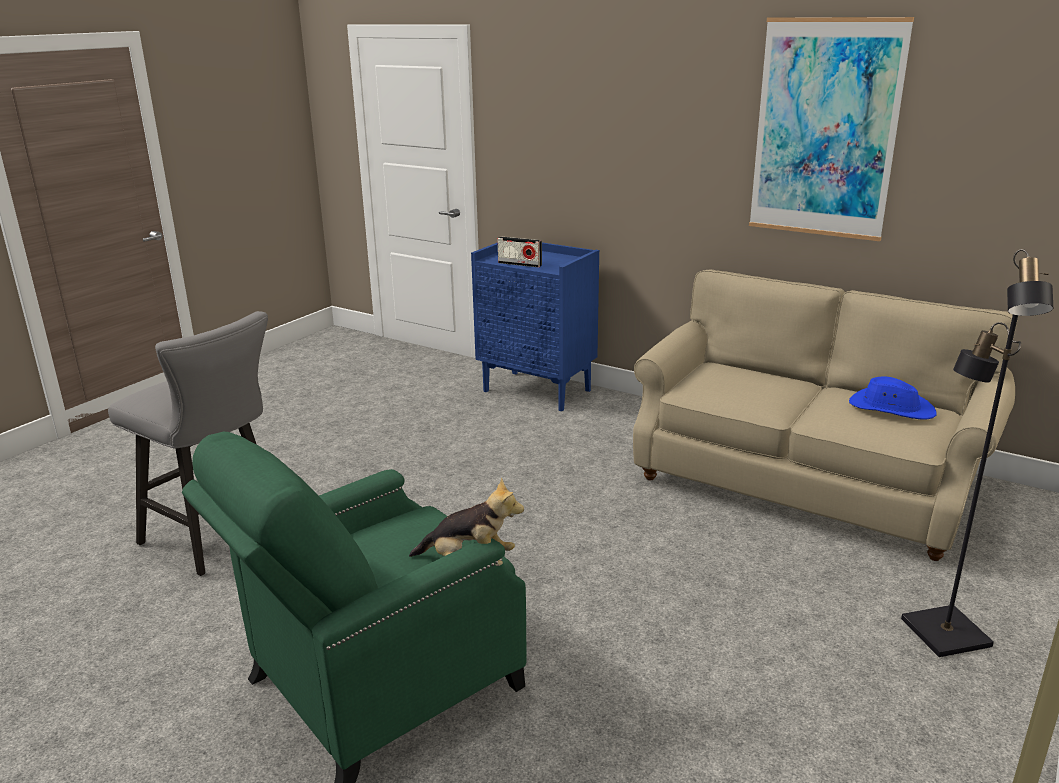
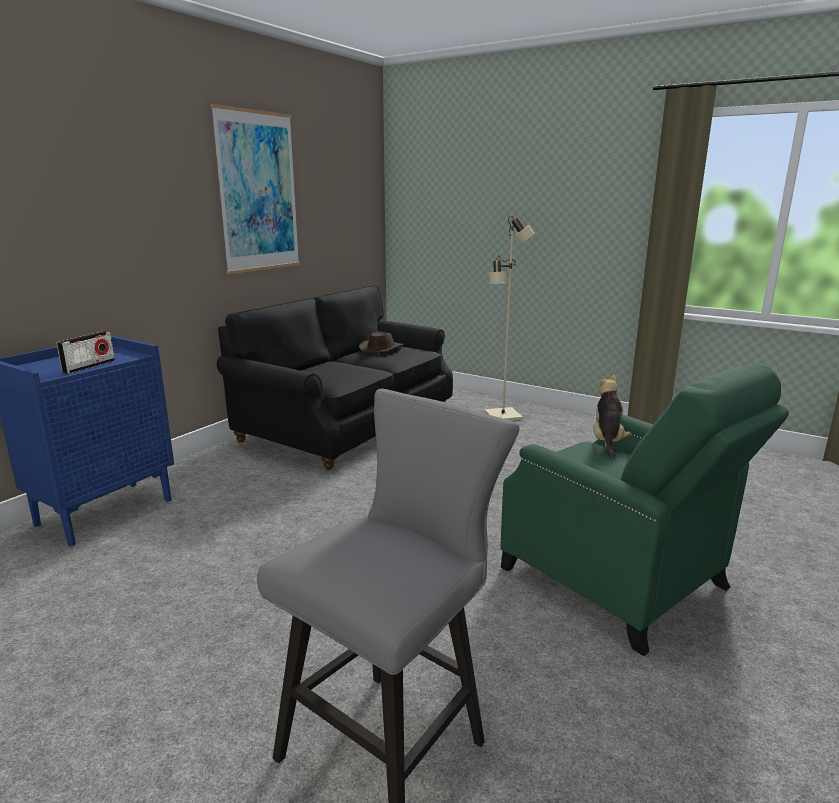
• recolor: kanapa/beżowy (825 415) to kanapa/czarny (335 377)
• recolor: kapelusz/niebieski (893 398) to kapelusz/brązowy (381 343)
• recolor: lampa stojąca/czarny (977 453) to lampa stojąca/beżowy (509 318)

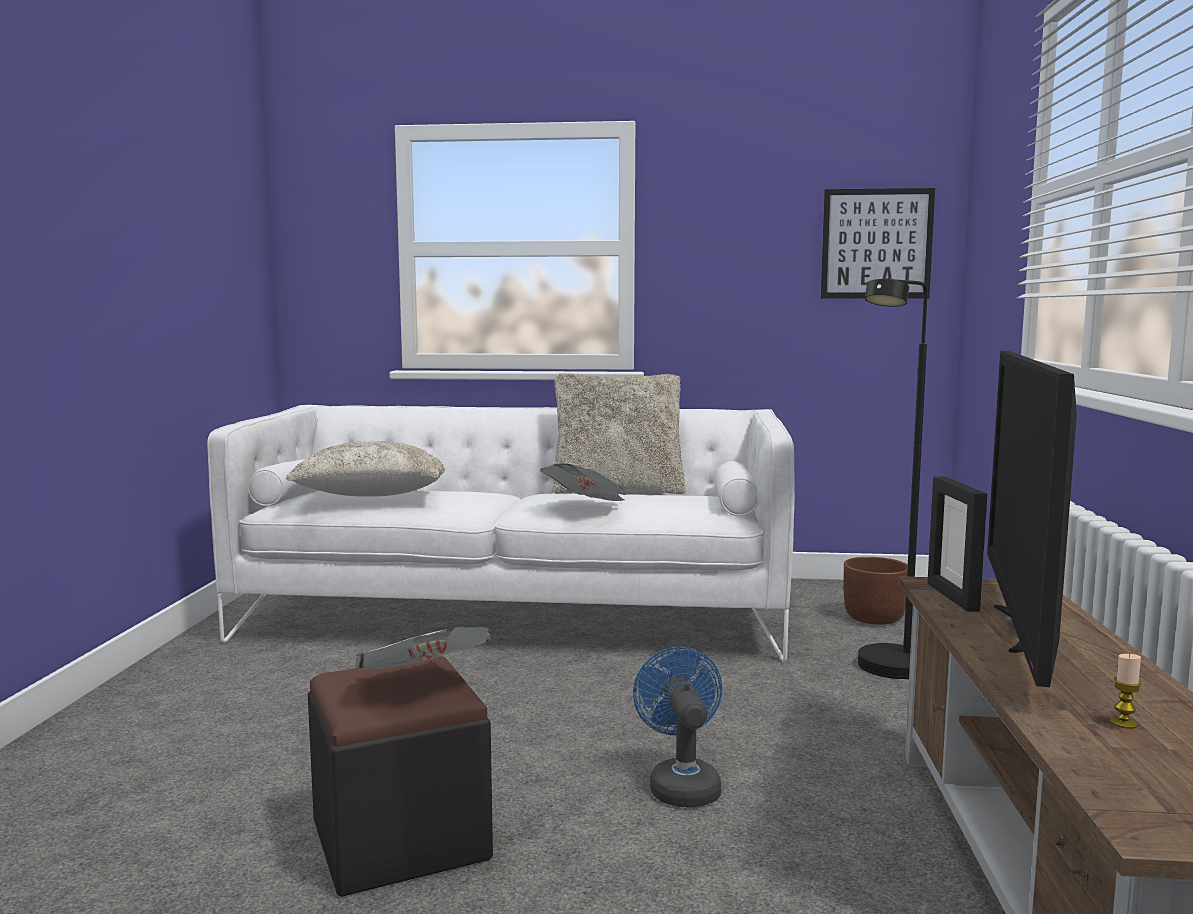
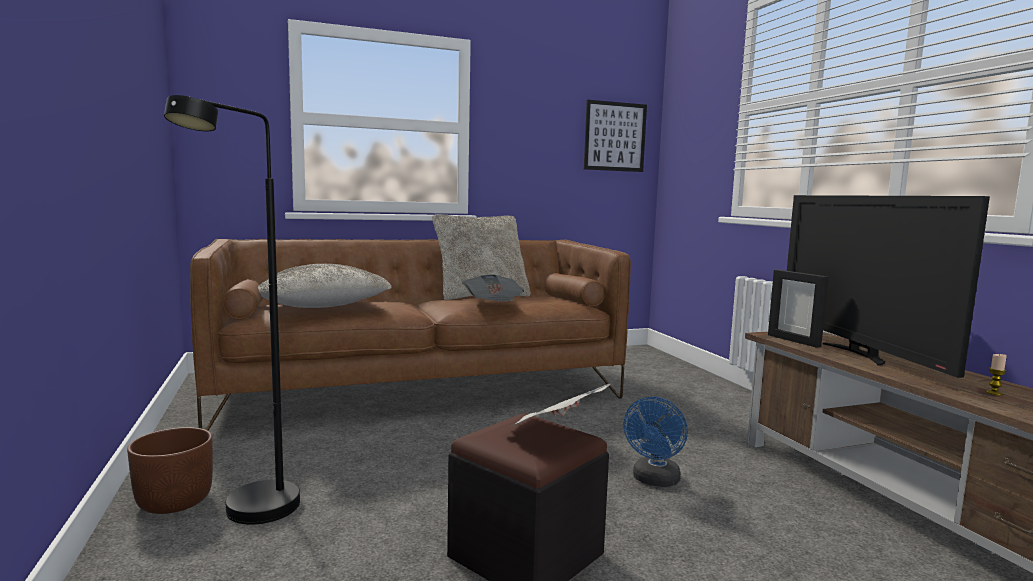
• move: donica/brązowy (876 591) to (170 470)
• move: lampa stojąca/czarny (892 479) to (232 310)
• recolor: kanapa/biały (501 533) to kanapa/brązowy (410 335)
• rotate: wentylator/niebieski (678 727) = (655 442) 120 degrees counterclockwise

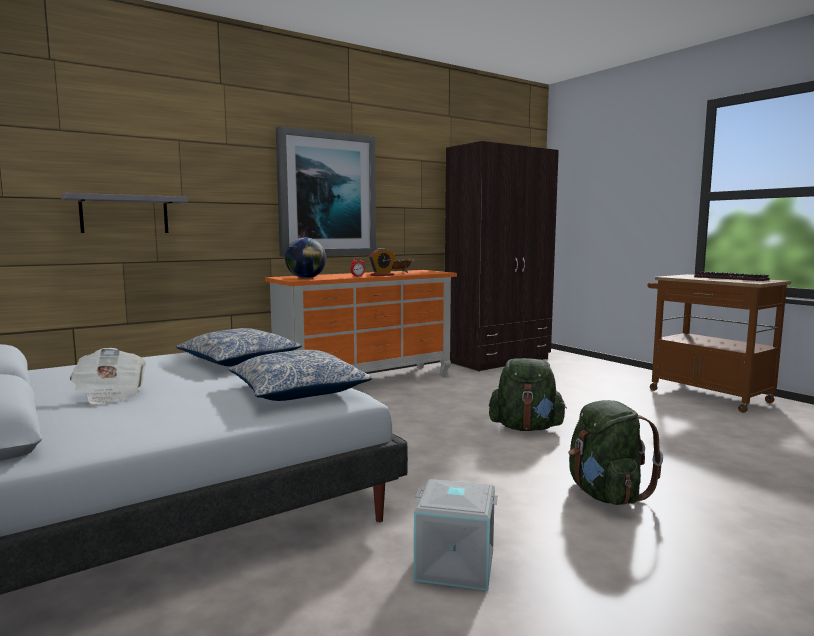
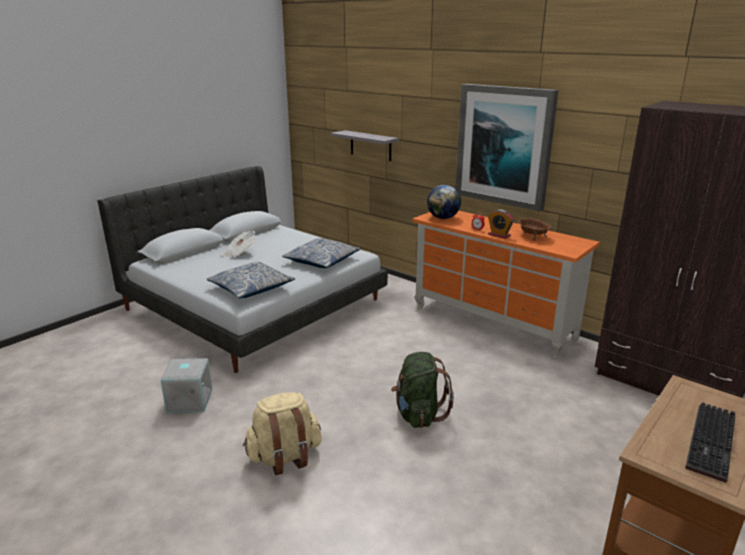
• recolor: plecak/zielony (615 452) to plecak/beżowy (282 433)

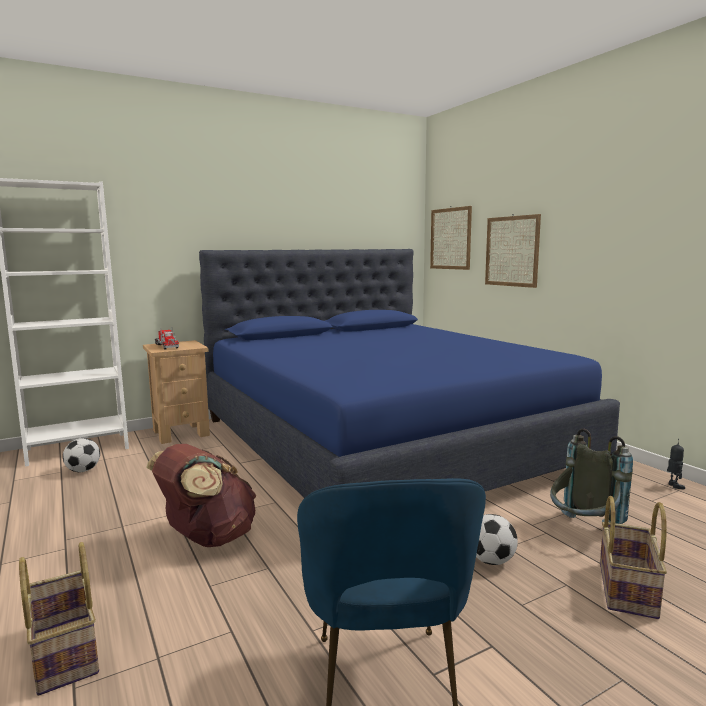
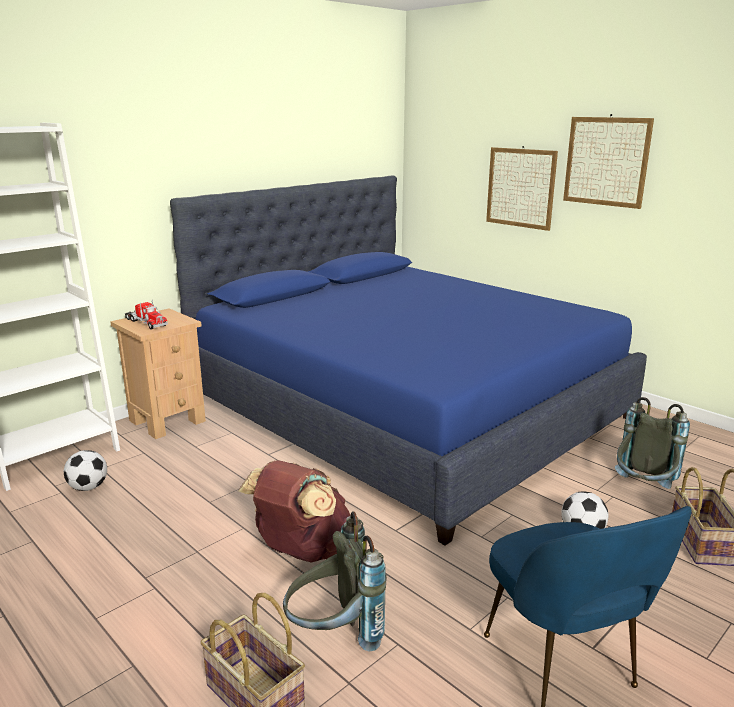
• insert: plecak/szary (335 581)
• move: obraz (451 238) to (608 161)
• delete: robot zabawkowy (676 464)

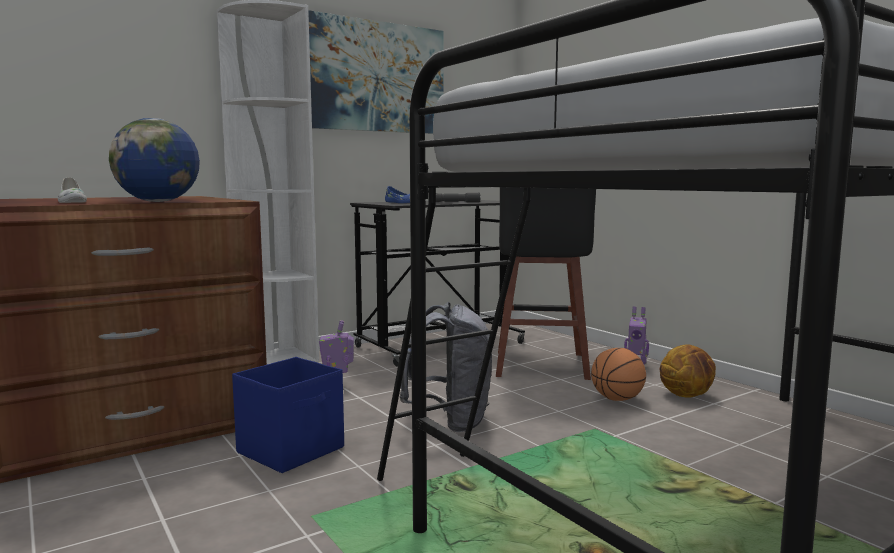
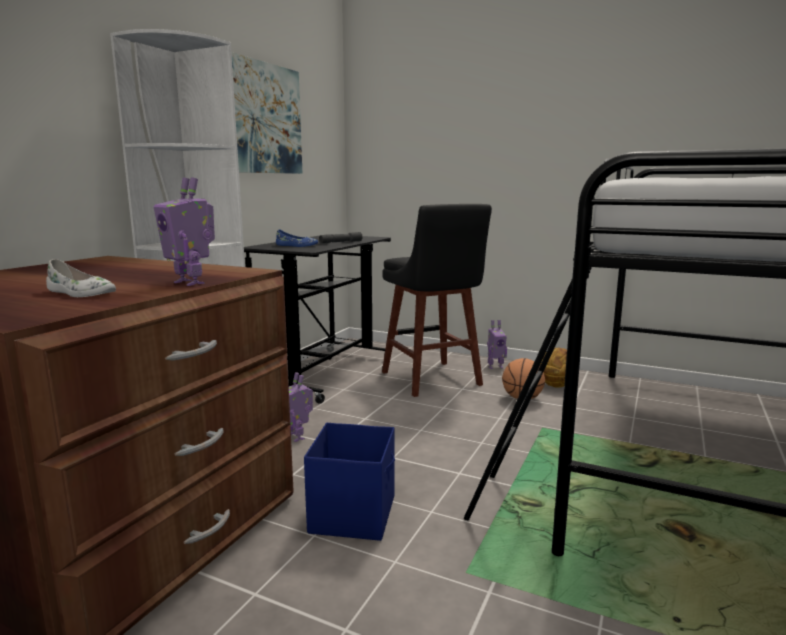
• replace: globus (154 160) to robot zabawkowy (184 231)
• delete: plecak/szary (445 367)

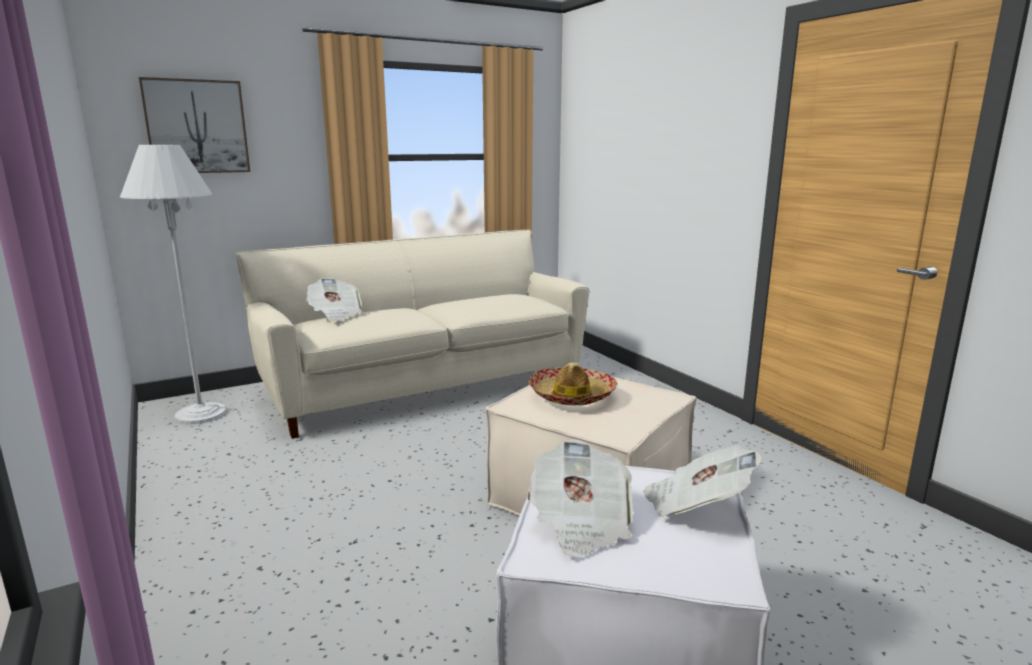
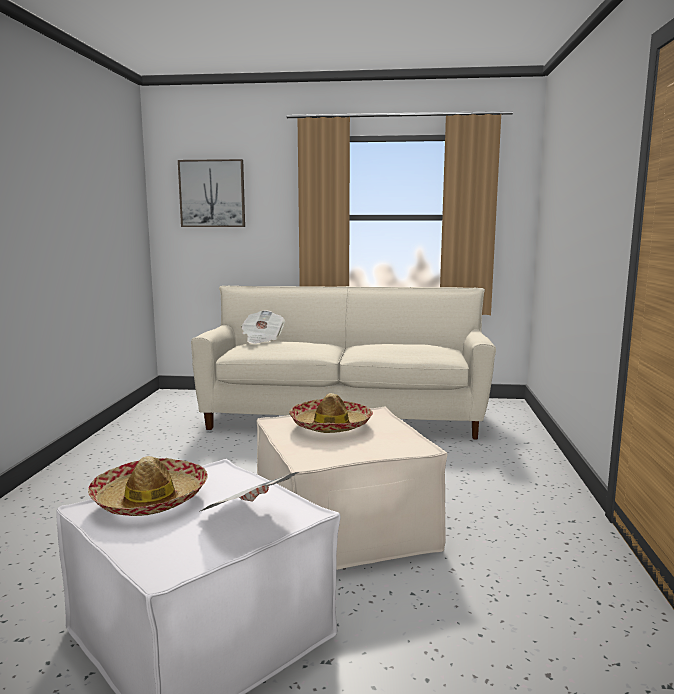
• replace: gazeta (580 498) to kapelusz (148 486)
• delete: lampa stojąca/biały (173 284)

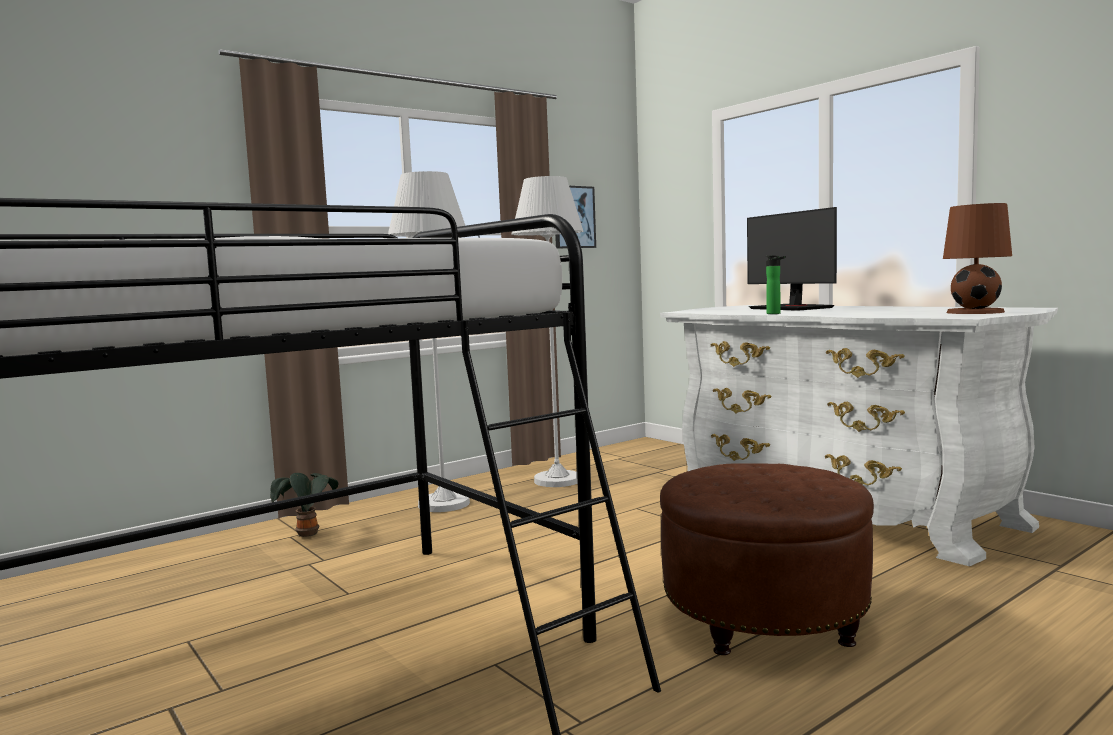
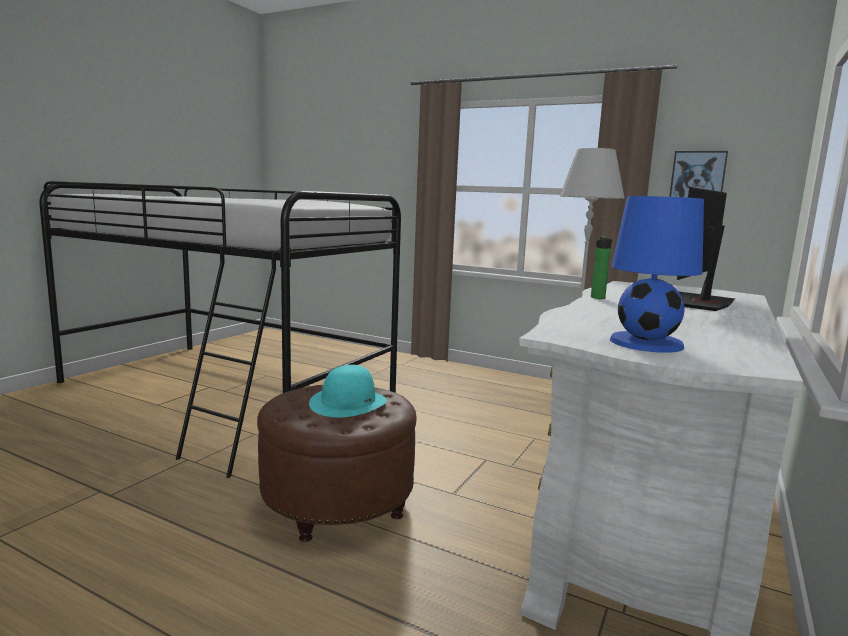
• insert: kapelusz/turkusowy (348 391)
• recolor: lampa stołowa/brązowy (977 258) to lampa stołowa/niebieski (657 274)
• delete: roślina doniczkowa (304 505)
• delete: lampa stojąca/biały (429 341)

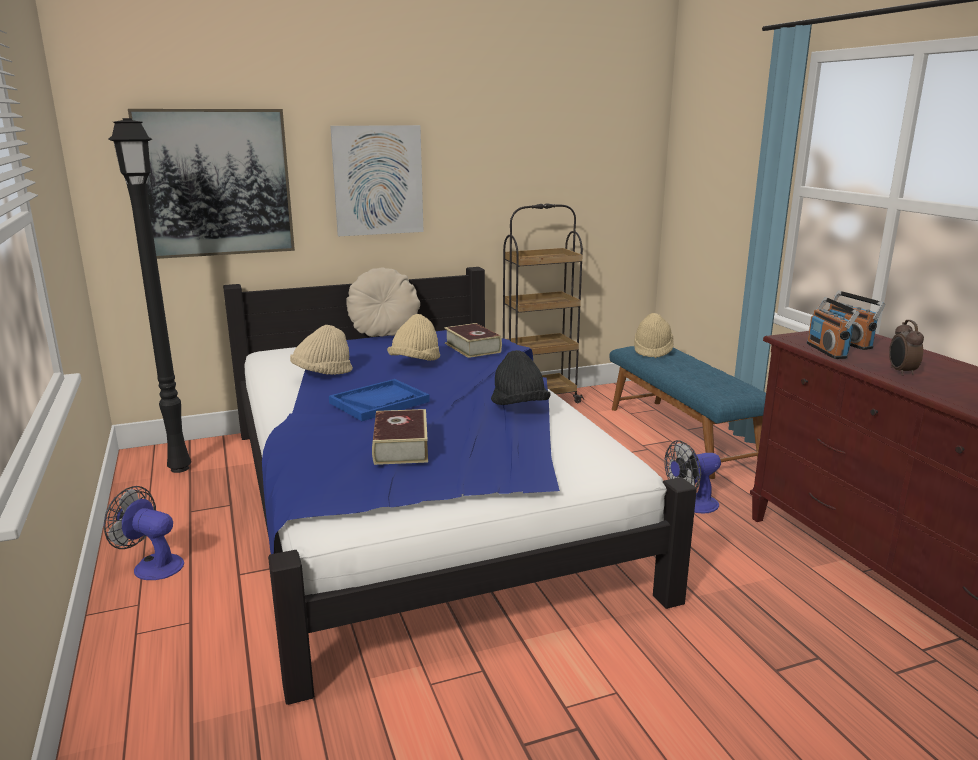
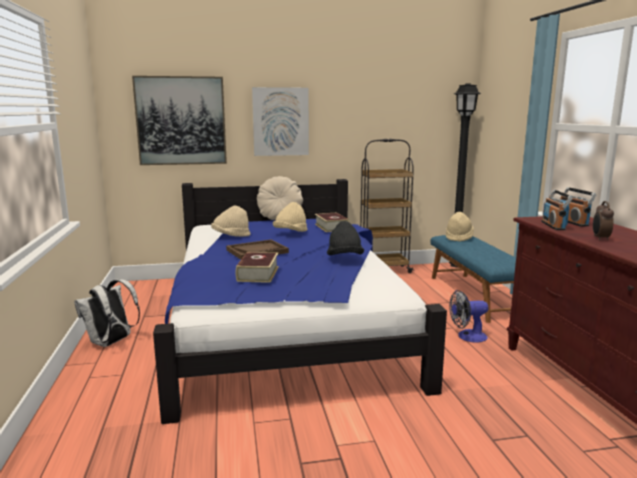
• replace: wentylator (144 533) to plecak/biały (107 313)
• recolor: taca/niebieski (379 400) to taca/brązowy (257 249)
• move: lampa stojąca/czarny (149 295) to (465 175)

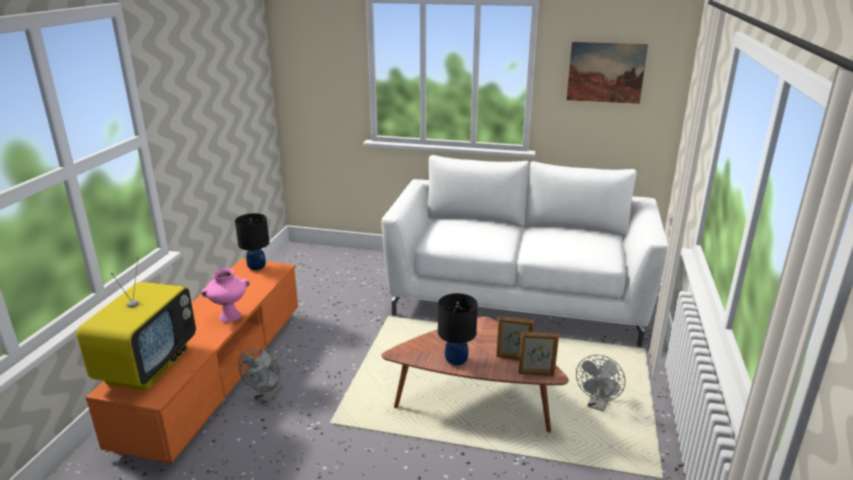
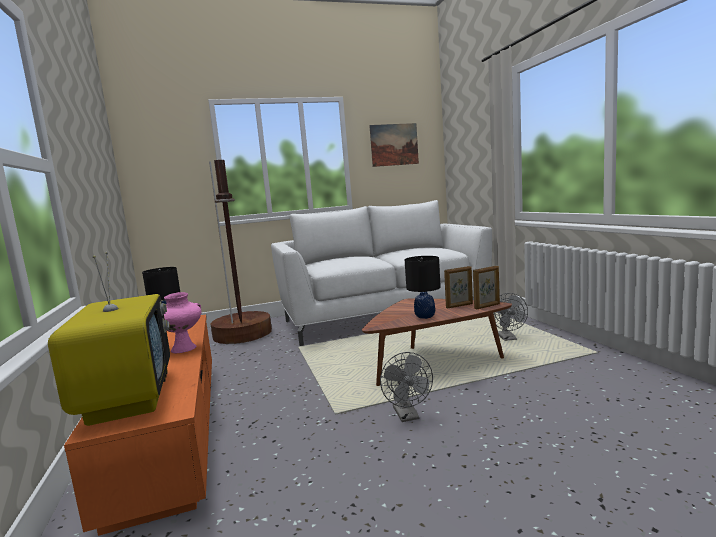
• insert: lampa stojąca/brązowy (240 252)
• move: wentylator/szary (260 375) to (406 387)

